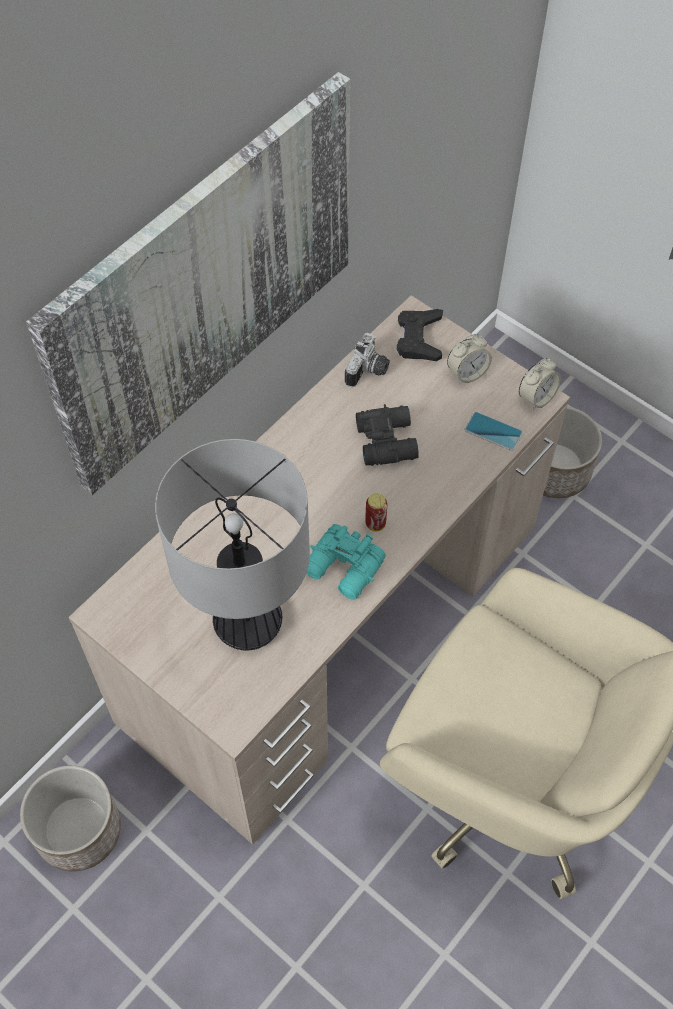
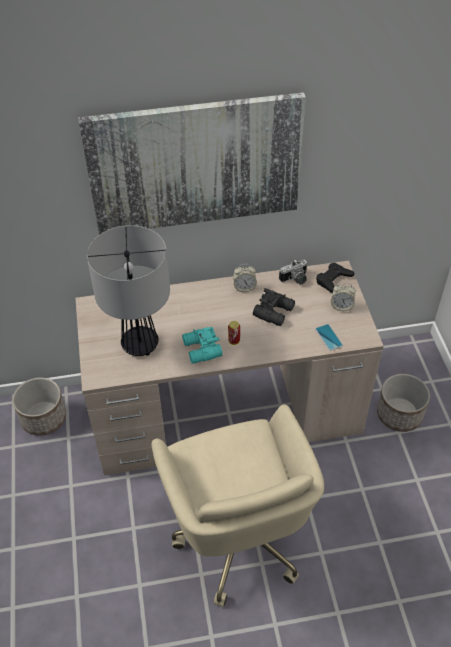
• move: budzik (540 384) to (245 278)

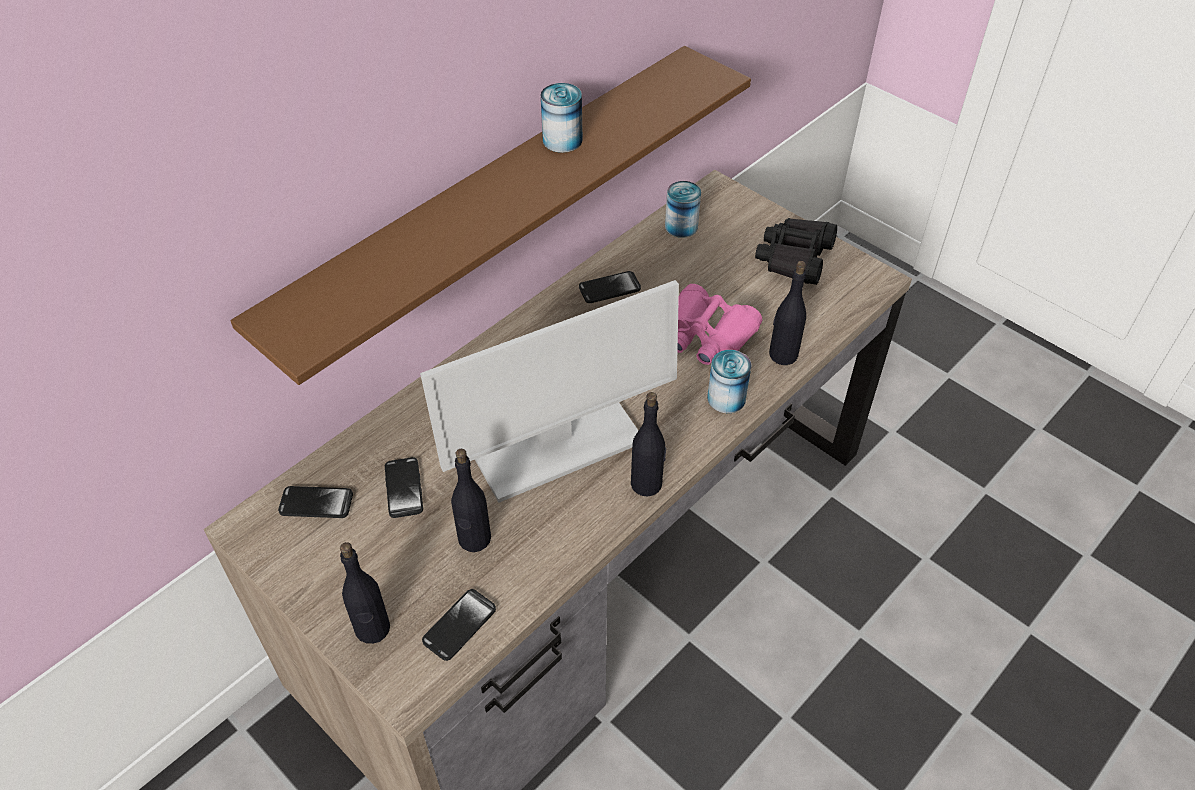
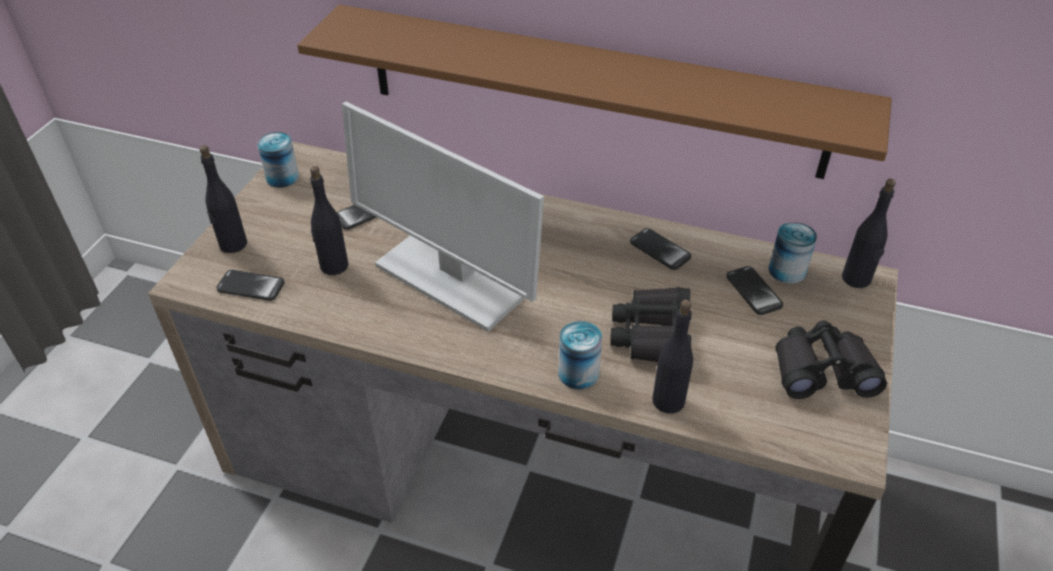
• move: puszka (561 118) to (278 160)
• recolor: lornetka/różowy (719 324) to lornetka/czarny (651 324)
• move: telefon (315 502) to (754 290)
• move: butelka/czarny (648 444) to (869 233)

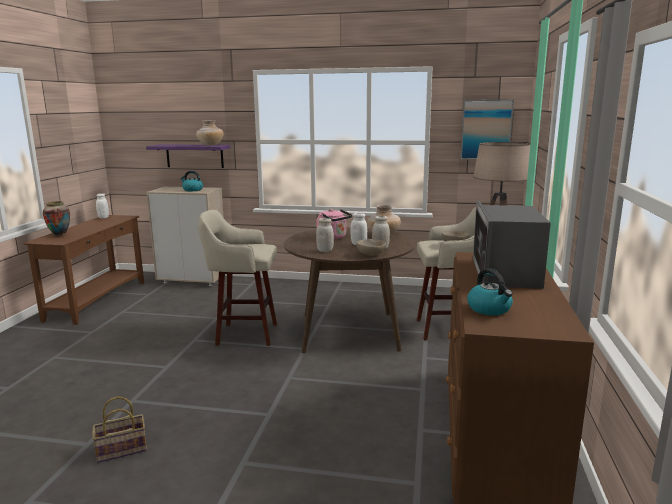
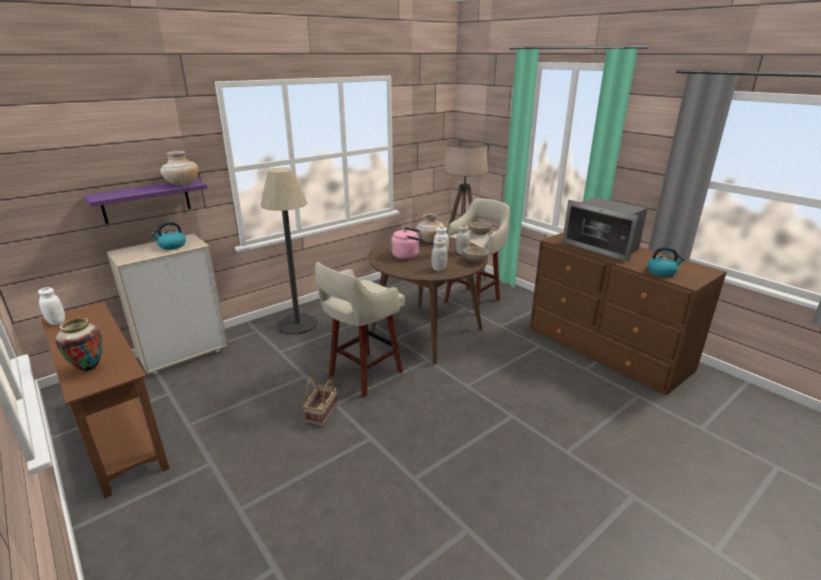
• insert: lampa stojąca (289 251)
• move: koszyk (119 429) to (320 402)
• delete: obraz (487 129)

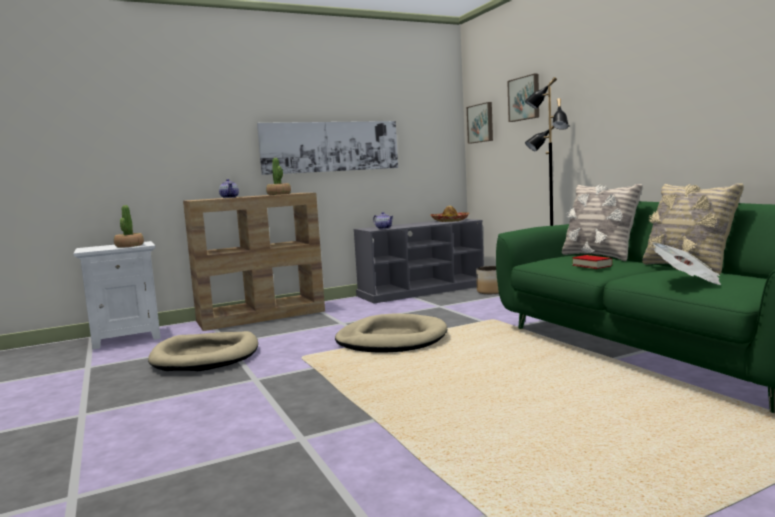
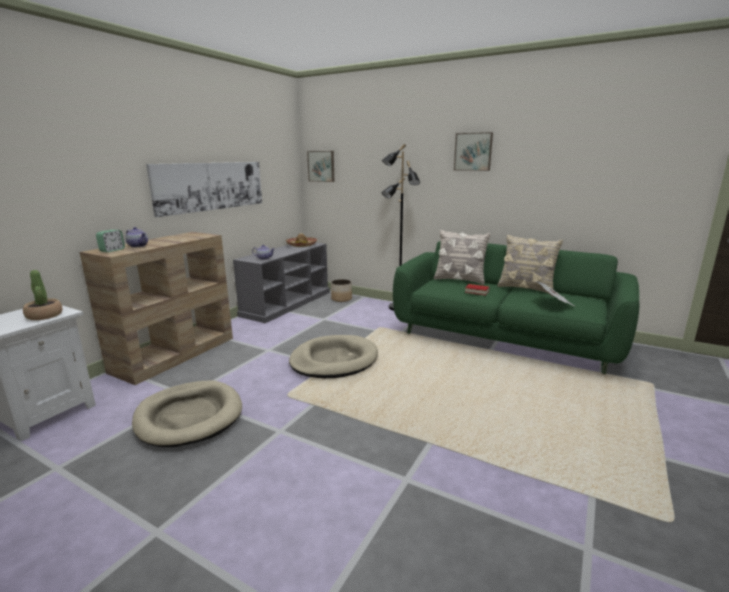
• insert: budzik (110 241)
• move: obraz (523 98) to (473 151)
• delete: roślina doniczkowa (278 176)

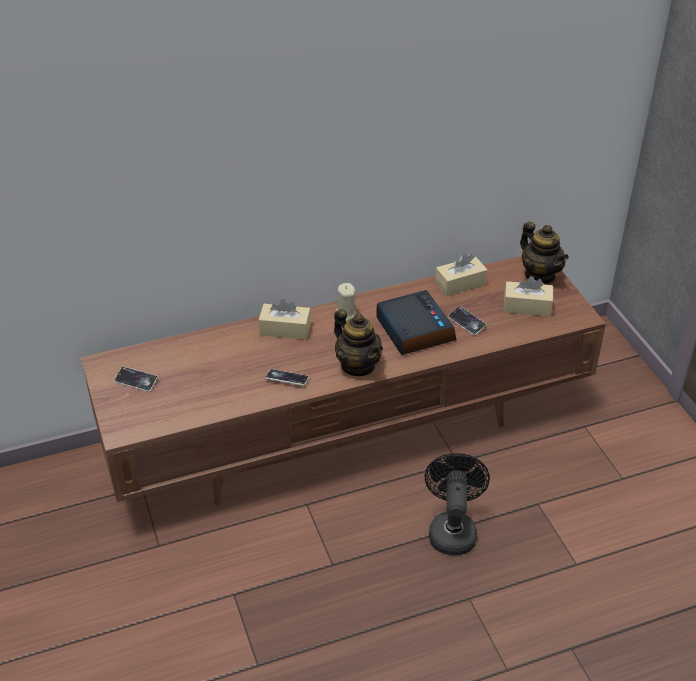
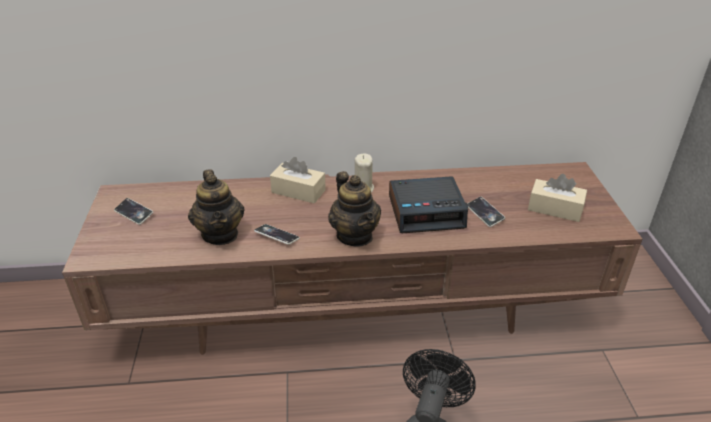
• move: imbryk (544 253) to (216 207)
• rotate: budzik (416 322) = (428 204) 90 degrees clockwise
• delete: pudełko chusteczek/beżowy (461 275)

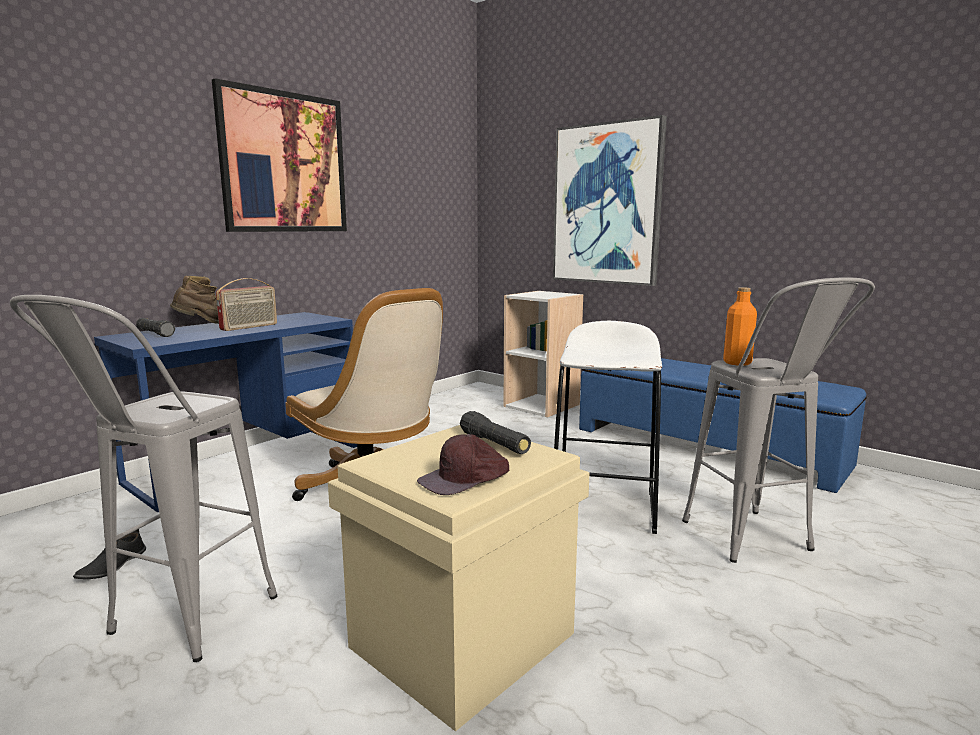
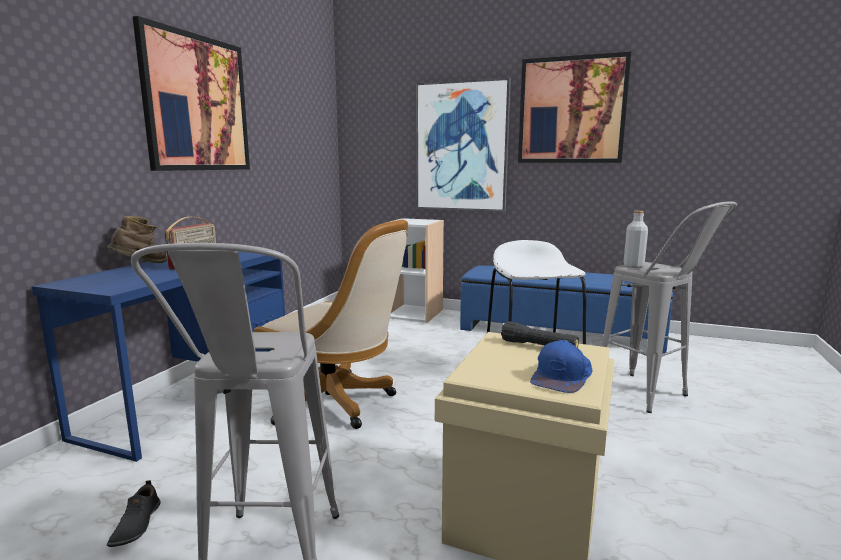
• insert: obraz (574 107)
• recolor: czapka z daszkiem/brązowy (463 464) to czapka z daszkiem/niebieski (561 366)
• recolor: butelka/pomarańczowy (740 326) to butelka/szary (635 239)
• delete: latarka/czarny (155 327)

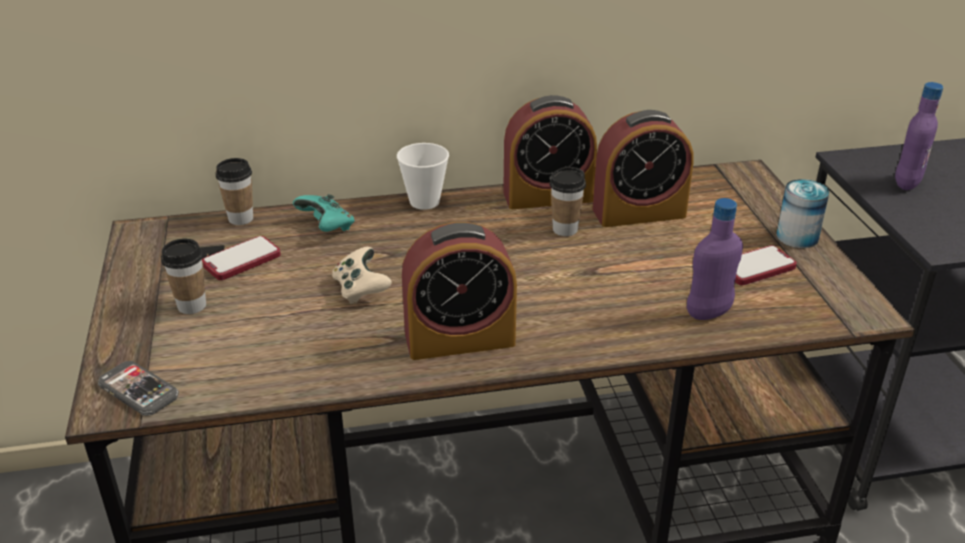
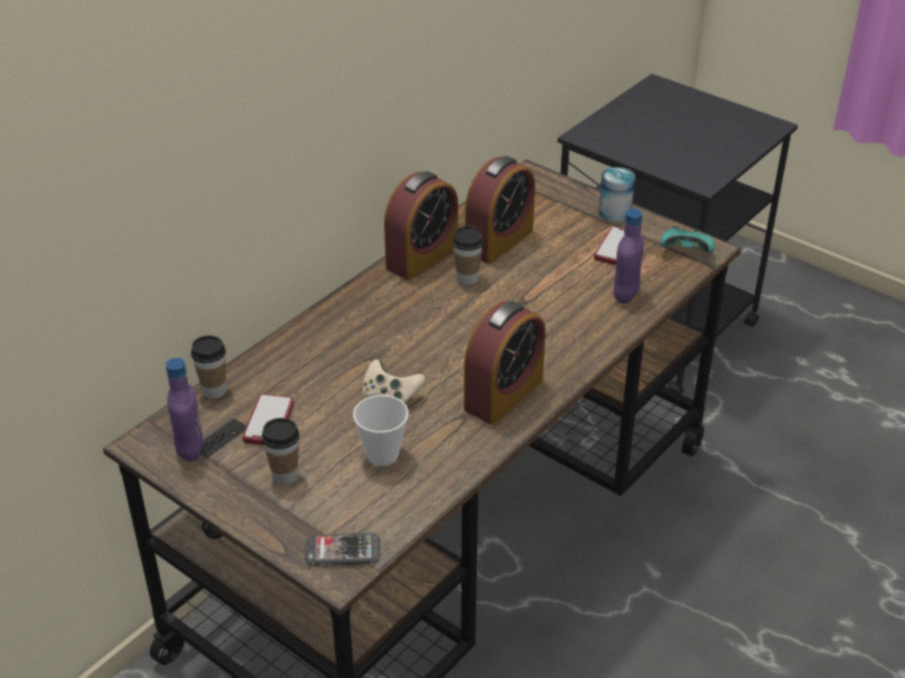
• move: butelka/fioletowy (919 136) to (184 410)
• move: filiżanka (423 176) to (381 430)
• move: pad do gier/turkusowy (324 213) to (687 239)

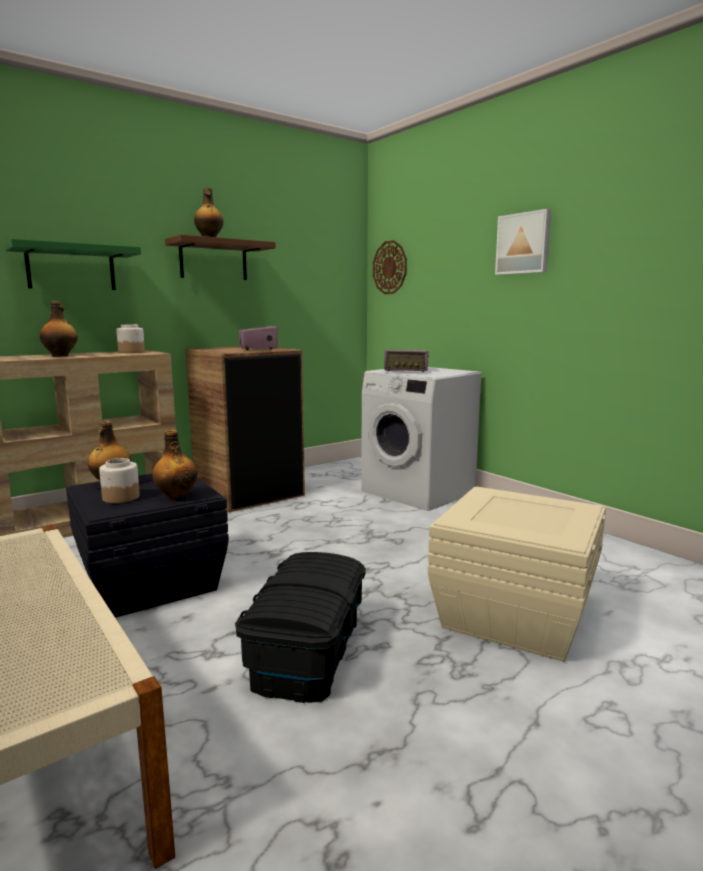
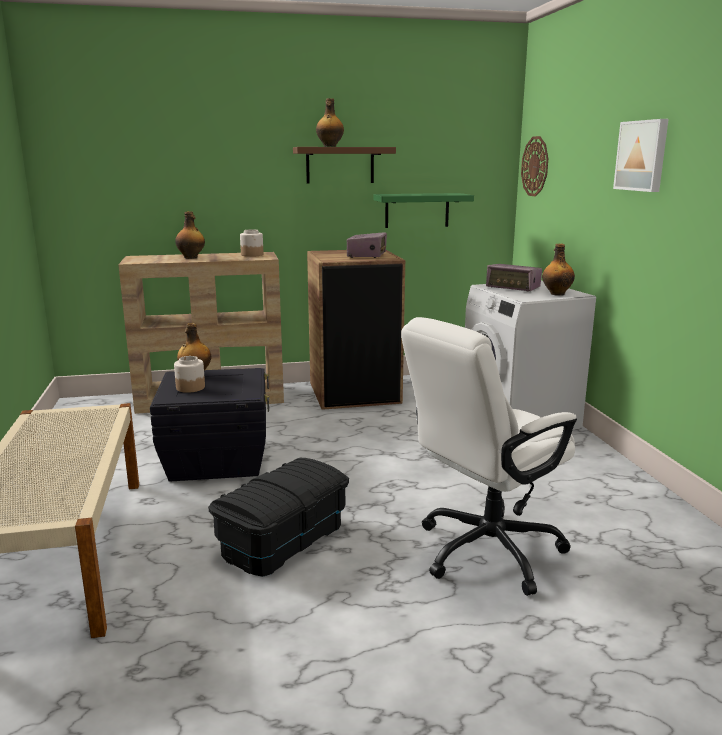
• move: półka/zielony (73 264) to (423 210)
• replace: pojemnik do przechowywania/beżowy (517 574) to krzesło biurowe/biały (489 456)
• move: butelka (175 465) to (558 270)

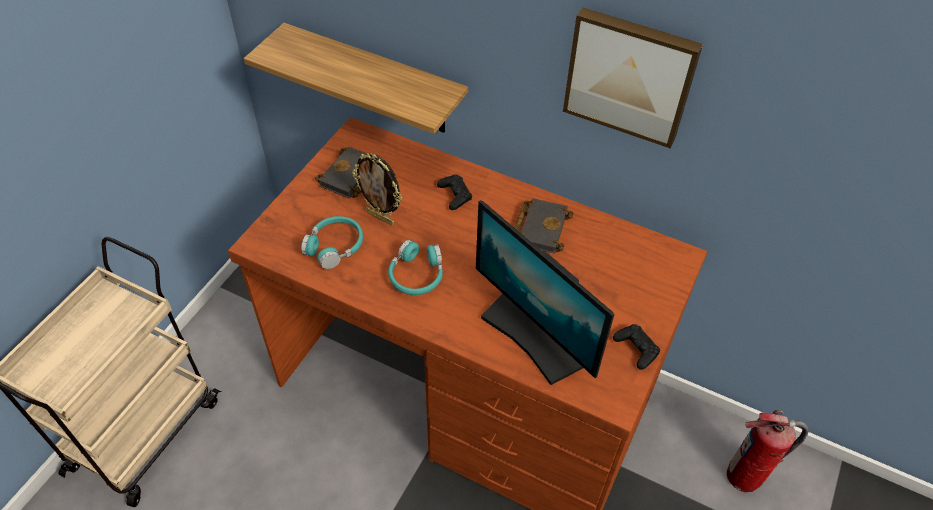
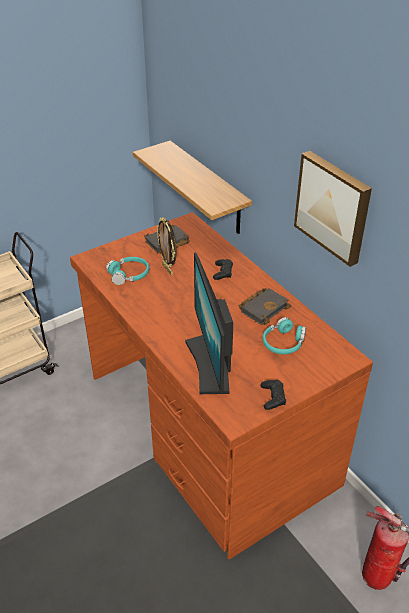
• move: słuchawki/turkusowy (415 267) to (284 335)

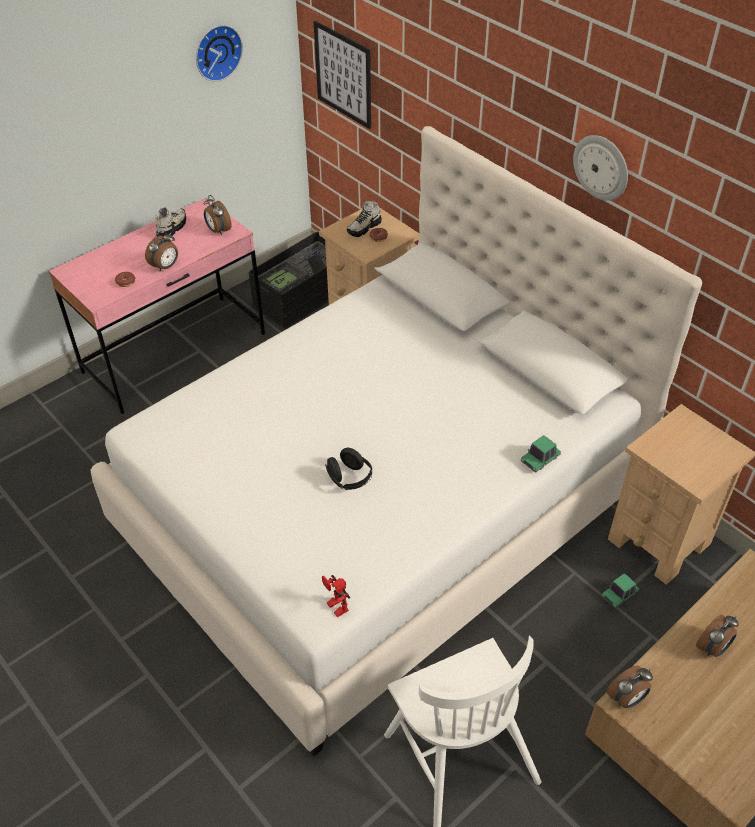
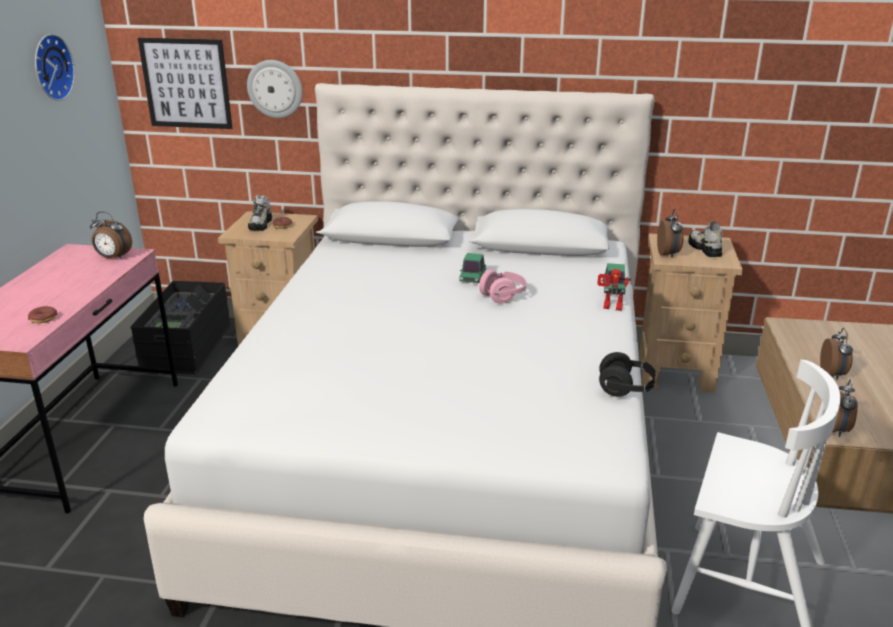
• move: zegar ścienny (600 168) to (275 89)
• move: samochodzik (620 590) to (472 268)
• insert: słuchawki/różowy (503 286)
• move: robot zabawkowy (336 596) to (614 290)
• move: słuchawki/czarny (348 469) to (628 374)
• move: budzik (161 250) to (670 233)
• move: but (171 221) to (705 239)

